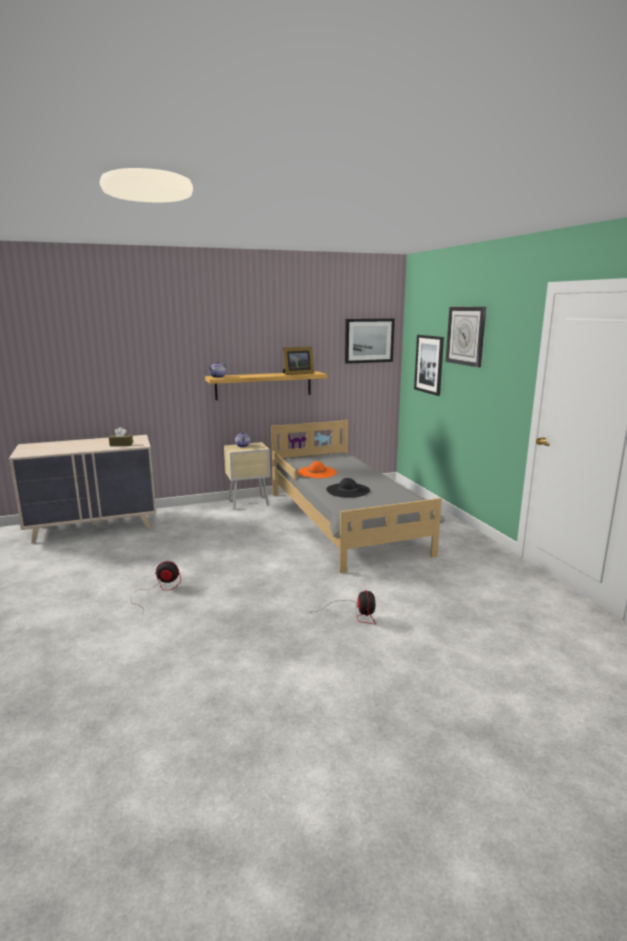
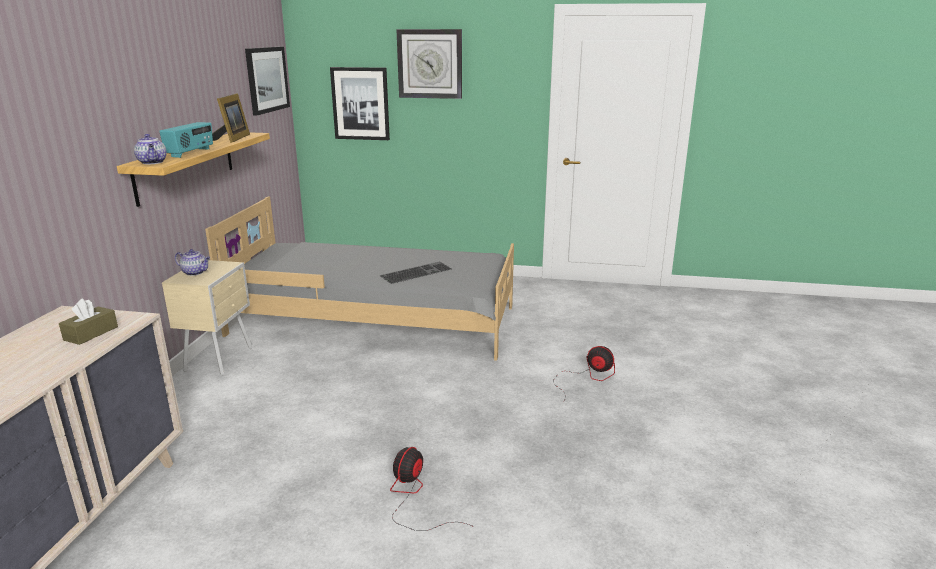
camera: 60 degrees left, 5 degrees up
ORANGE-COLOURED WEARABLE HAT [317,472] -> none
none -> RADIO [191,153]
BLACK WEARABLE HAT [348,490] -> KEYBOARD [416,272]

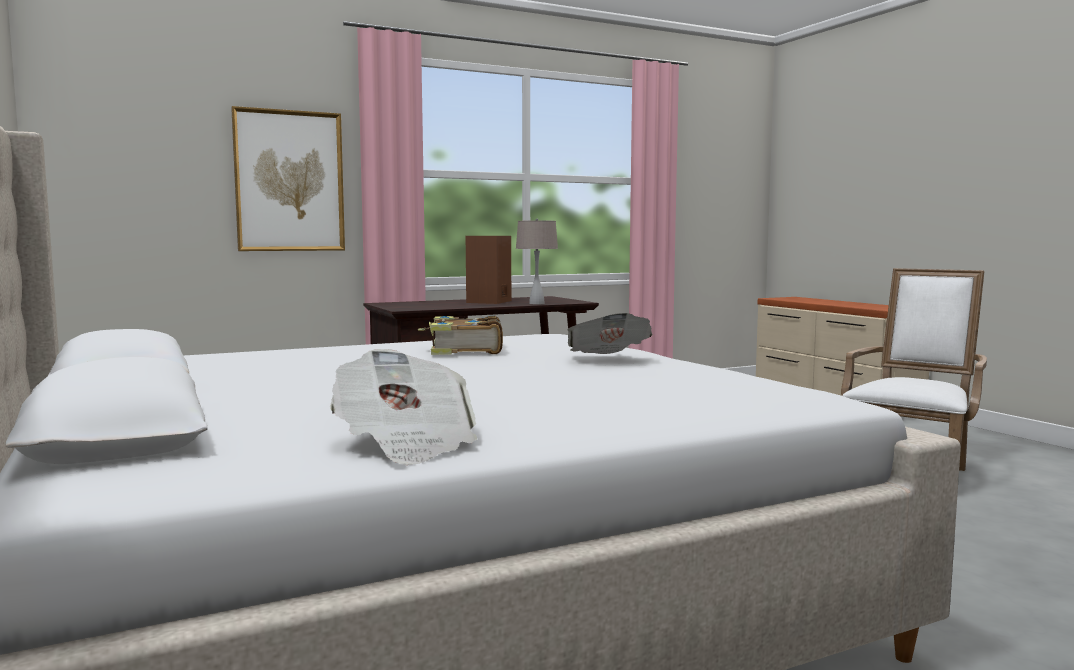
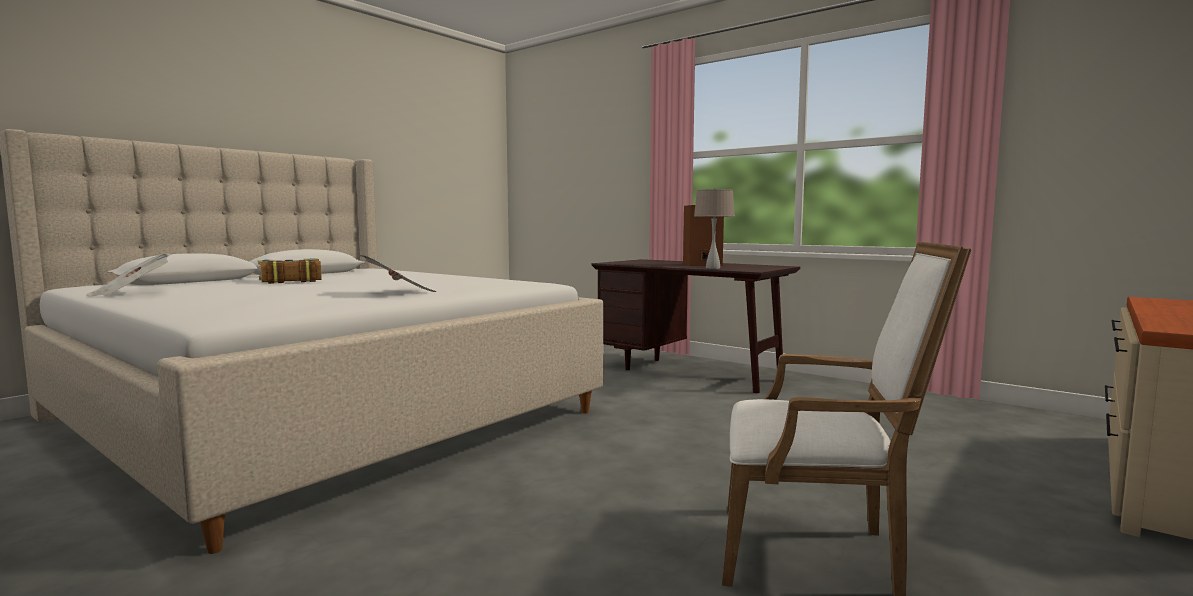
camera: 65 degrees right, 0 degrees up
WALL ART [289,181] -> none
BOOK [464,350] -> BOOK [289,280], shifted

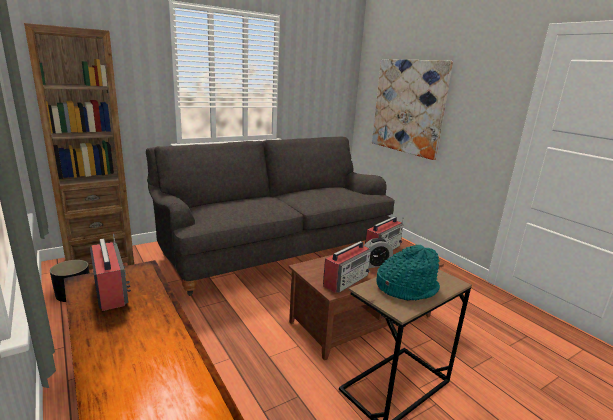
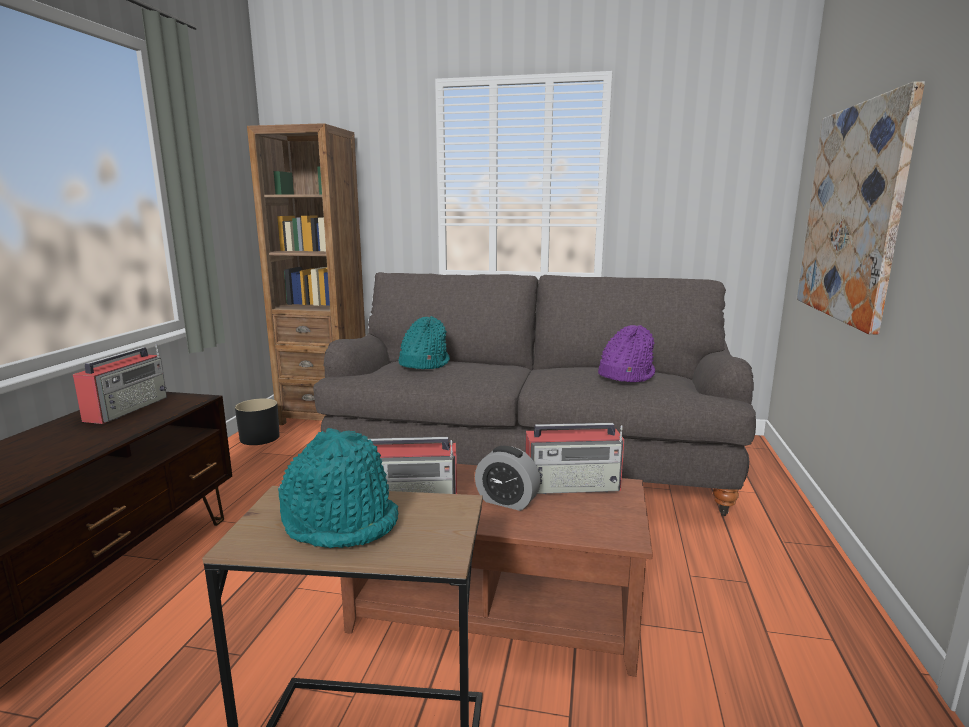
camera: 45 degrees right, 5 degrees down
none -> TURQUOISE-COLOURED WEARABLE HAT [423,363]
none -> PURPLE WEARABLE HAT [625,375]

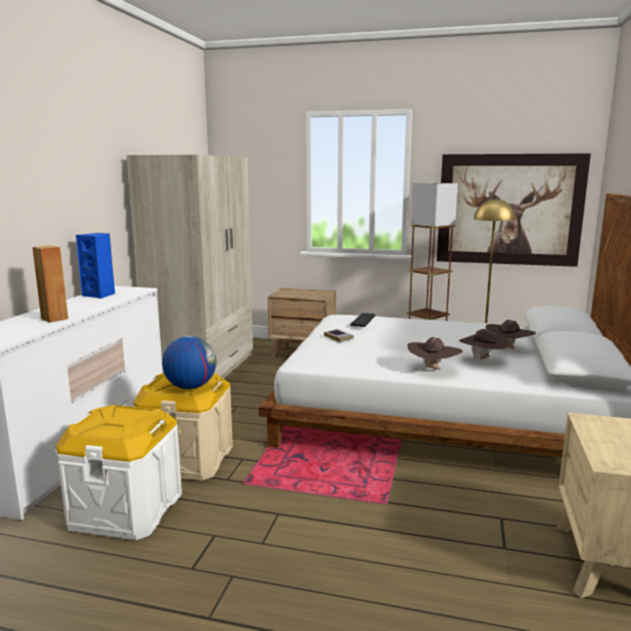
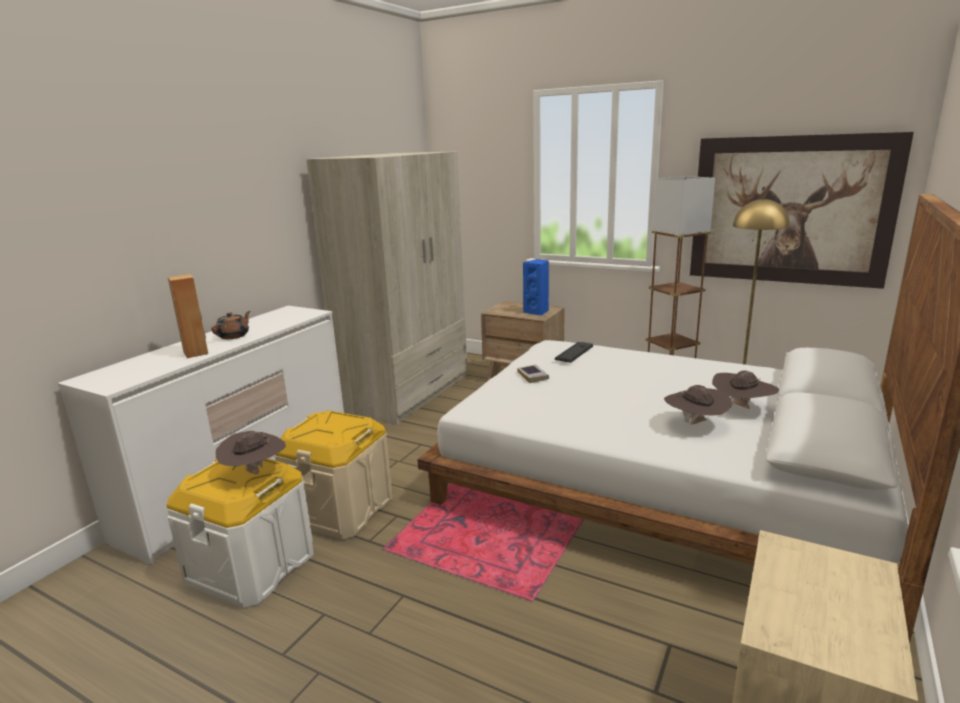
camera: 15 degrees right, 5 degrees up
WORLD GLOBE [190,387] -> none
none -> BROWNISH POT FOR TEA [234,336]
BLUISH LOUDSPEAKER [100,295] -> BLUISH LOUDSPEAKER [537,312], shifted
BROWNISH WEARABLE HAT [433,370] -> BROWNISH WEARABLE HAT [255,473], shifted

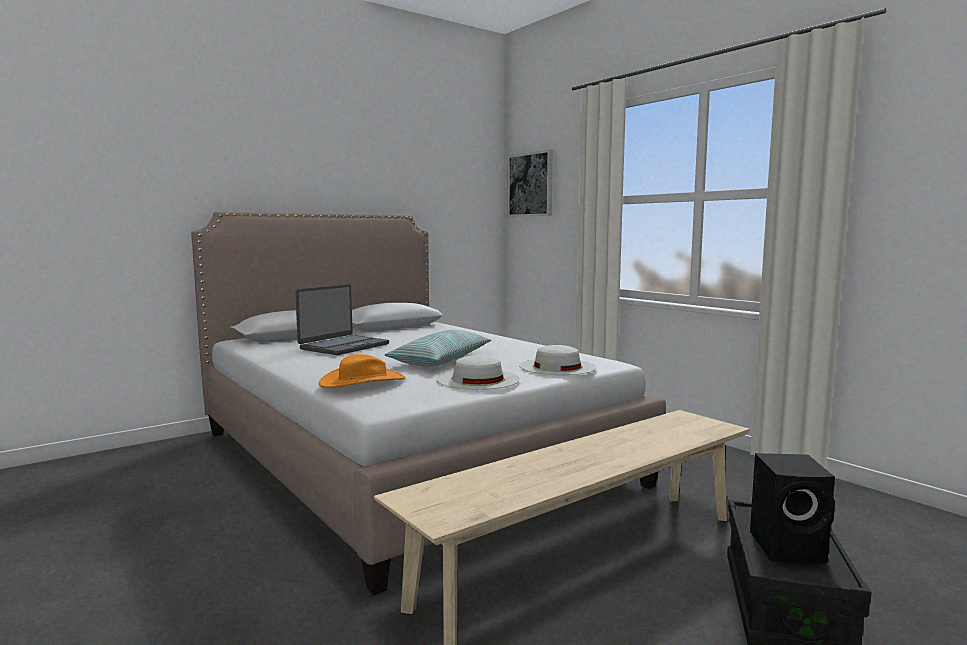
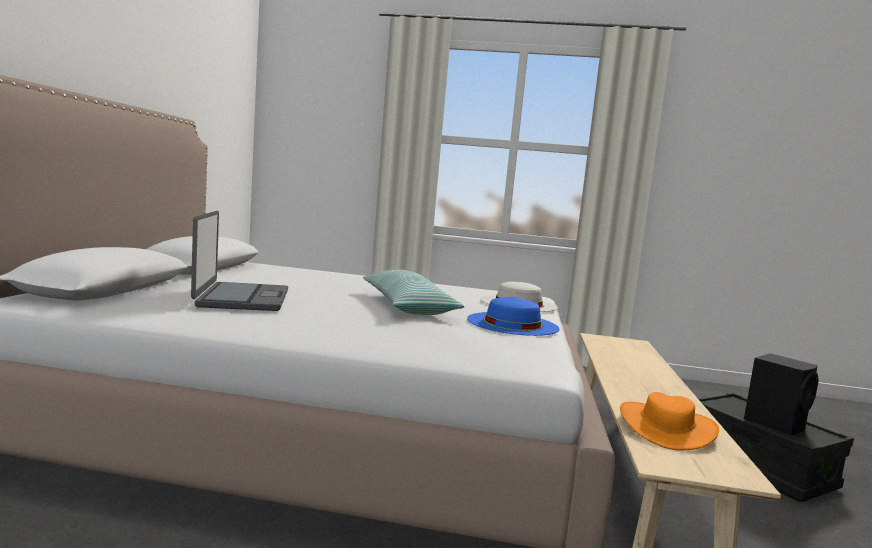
camera: 45 degrees left, 0 degrees up
WALL ART [530,184] -> none
ORANGE-COLOURED WEARABLE HAT [362,381] -> ORANGE-COLOURED WEARABLE HAT [666,427], shifted
WHITISH WEARABLE HAT [478,379] -> BLUISH WEARABLE HAT [512,323]

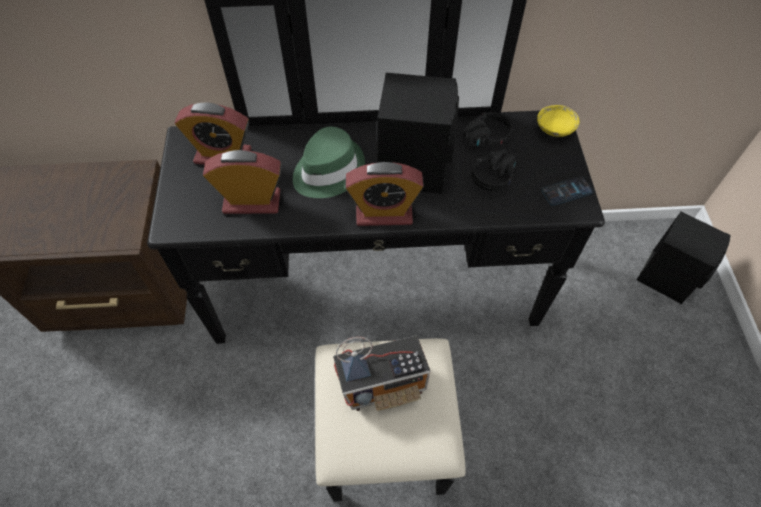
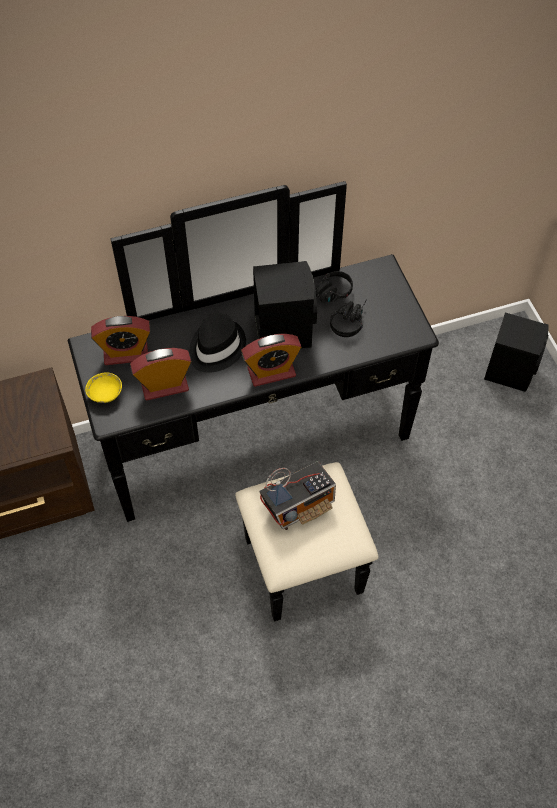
camera: 15 degrees left, 0 degrees up
HANDSET [566,191] -> none
YELLOW BOWL [554,129] -> YELLOW BOWL [105,394], shifted
GREEN-COLOURED WEARABLE HAT [327,170] -> BLACK WEARABLE HAT [216,347]

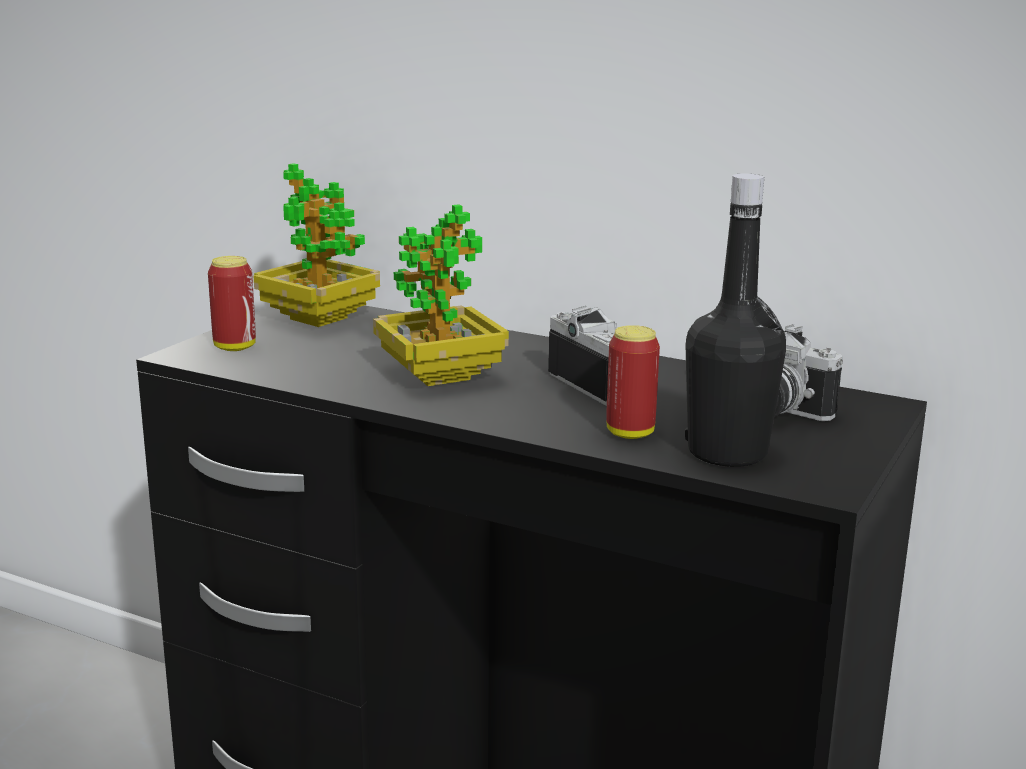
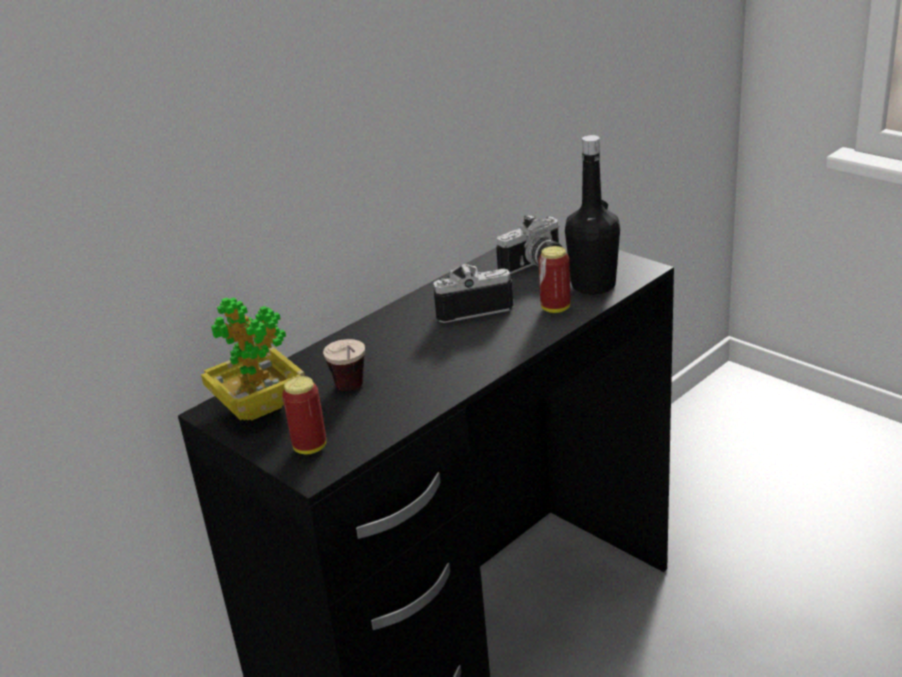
camera: 70 degrees left, 10 degrees up
HOUSEPLANT [440,376] -> none
none -> DRINKING CUP [353,393]

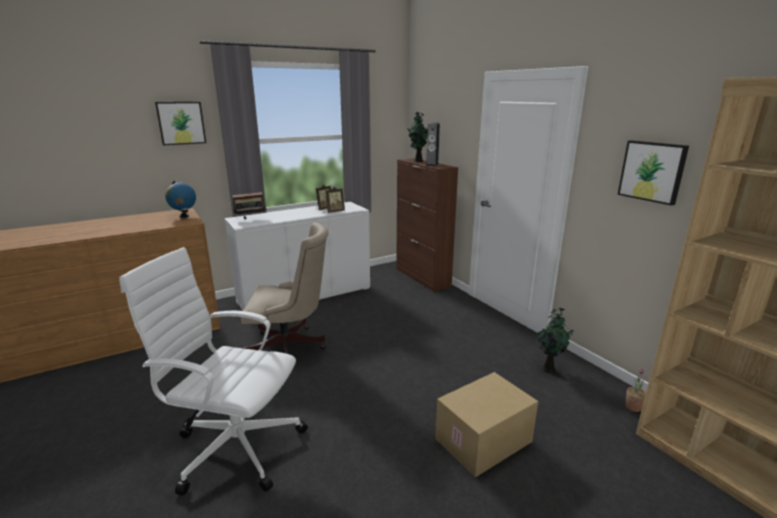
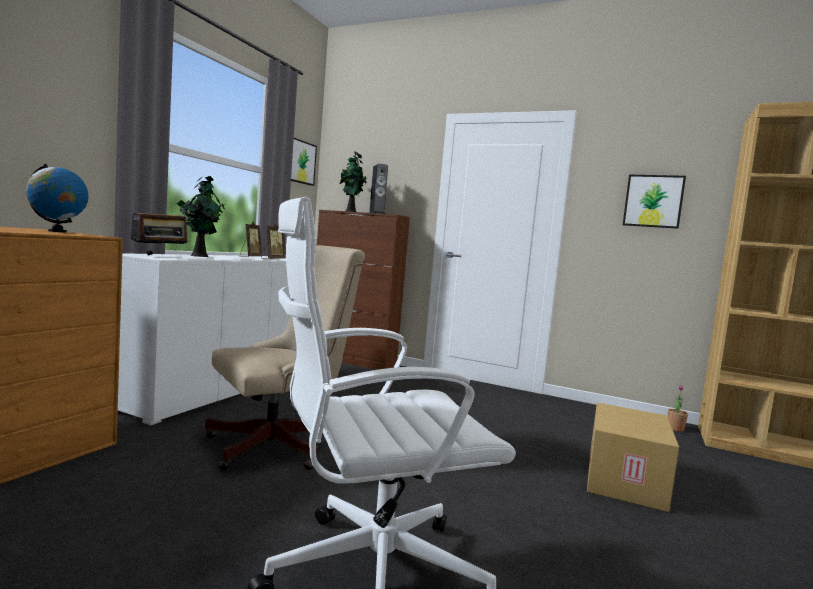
camera: 35 degrees left, 15 degrees down
WALL ART [181,123] -> WALL ART [300,162], shifted
HOUSEPLANT [548,368] -> HOUSEPLANT [199,256], shifted

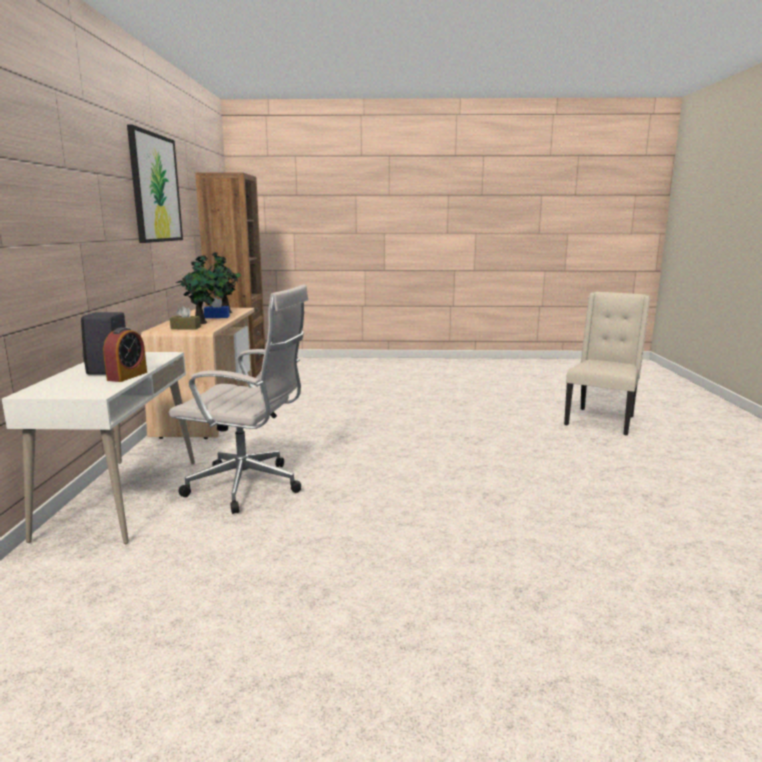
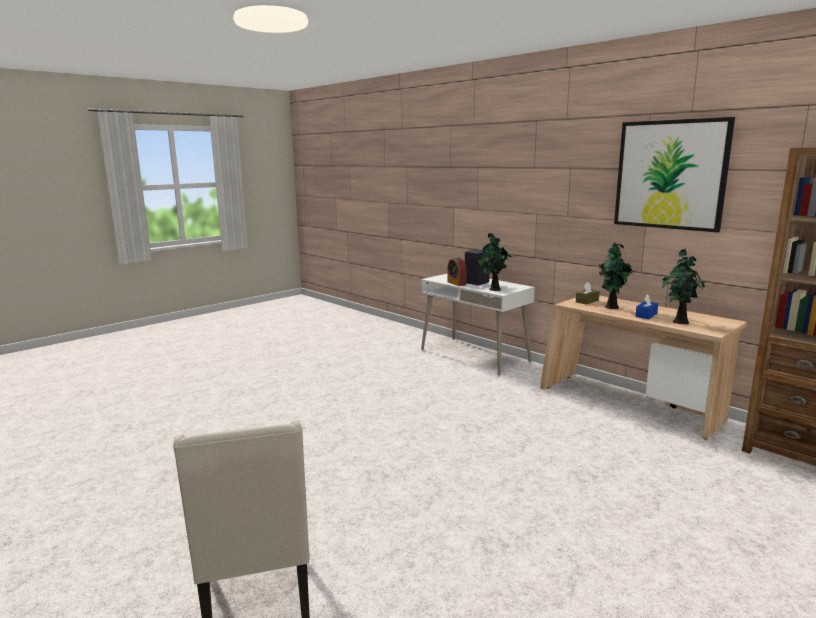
camera: 135 degrees right, 0 degrees up
WHITISH OFFICE CHAIR [249,487] -> none
none -> HOUSEPLANT [493,289]

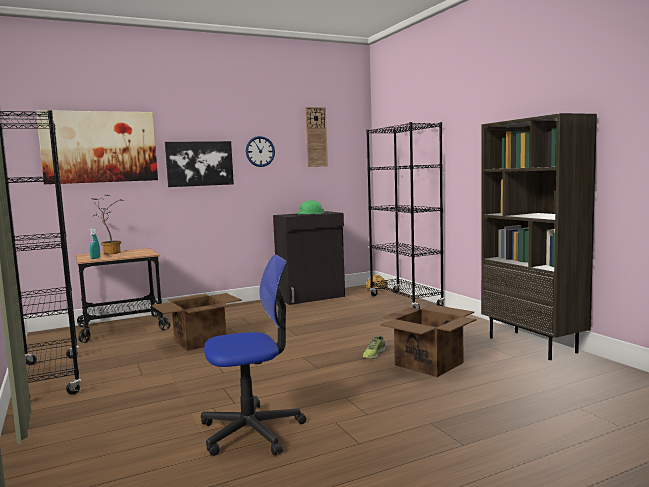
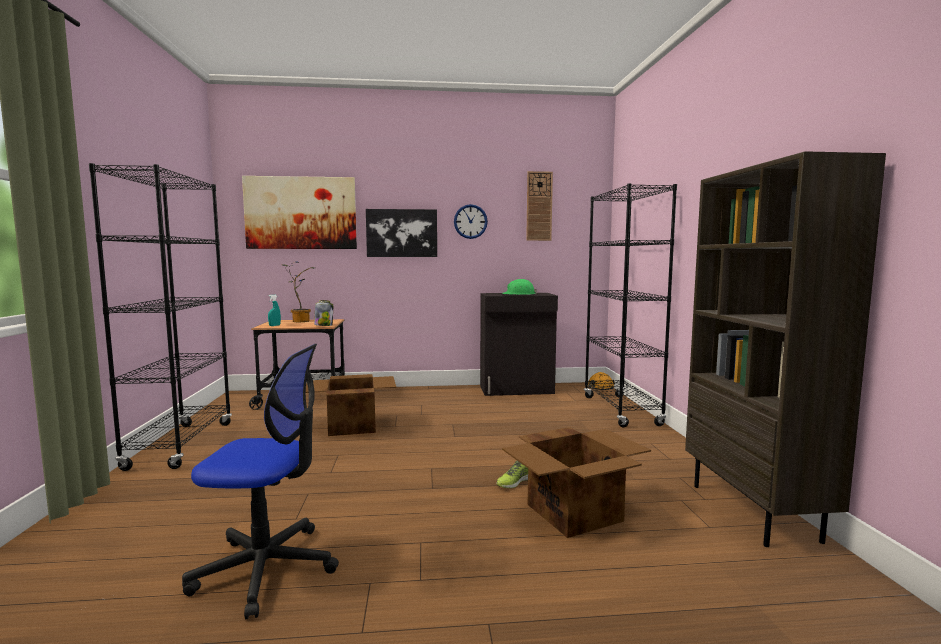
camera: 20 degrees right, 0 degrees up
none -> JAR [323,325]

